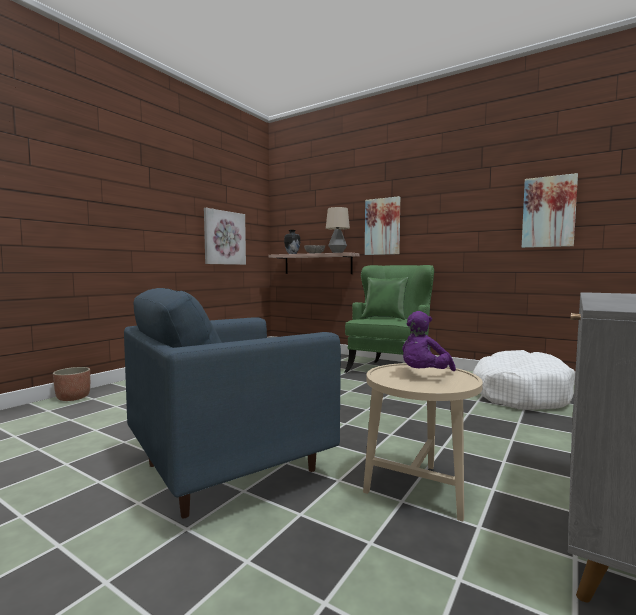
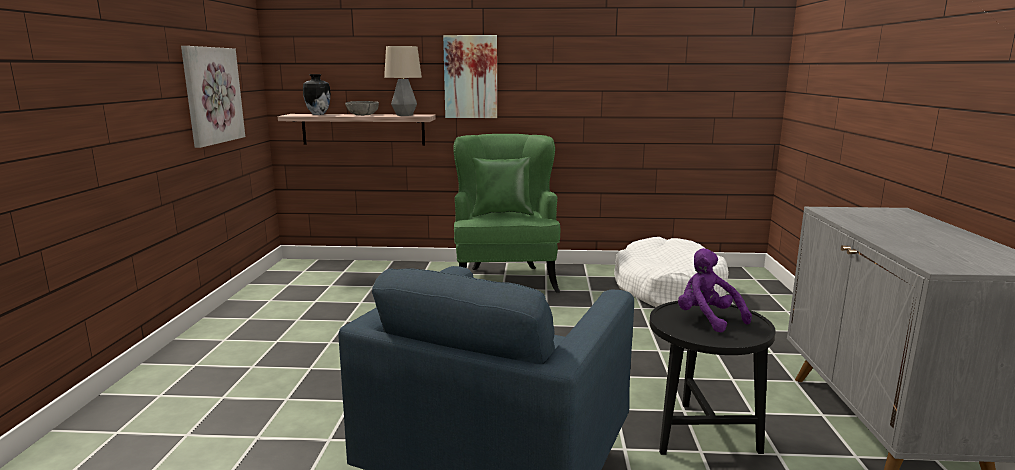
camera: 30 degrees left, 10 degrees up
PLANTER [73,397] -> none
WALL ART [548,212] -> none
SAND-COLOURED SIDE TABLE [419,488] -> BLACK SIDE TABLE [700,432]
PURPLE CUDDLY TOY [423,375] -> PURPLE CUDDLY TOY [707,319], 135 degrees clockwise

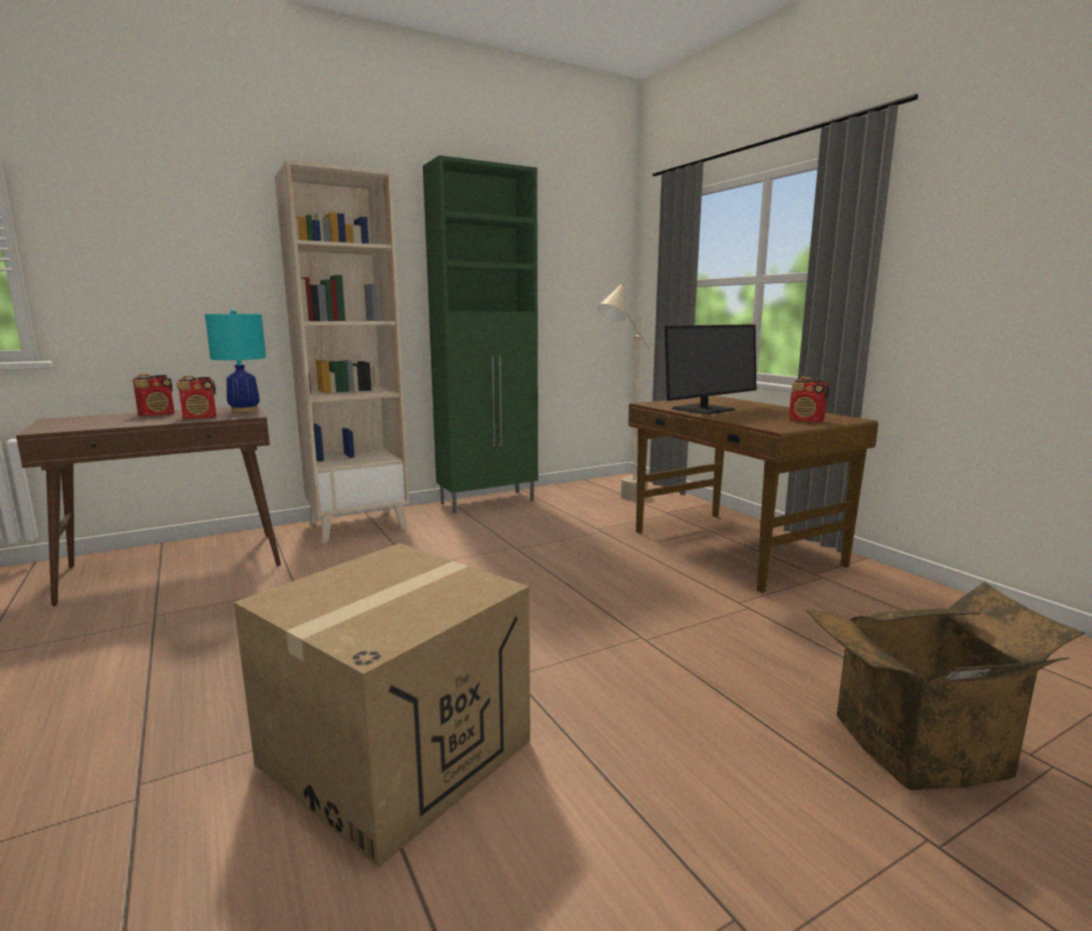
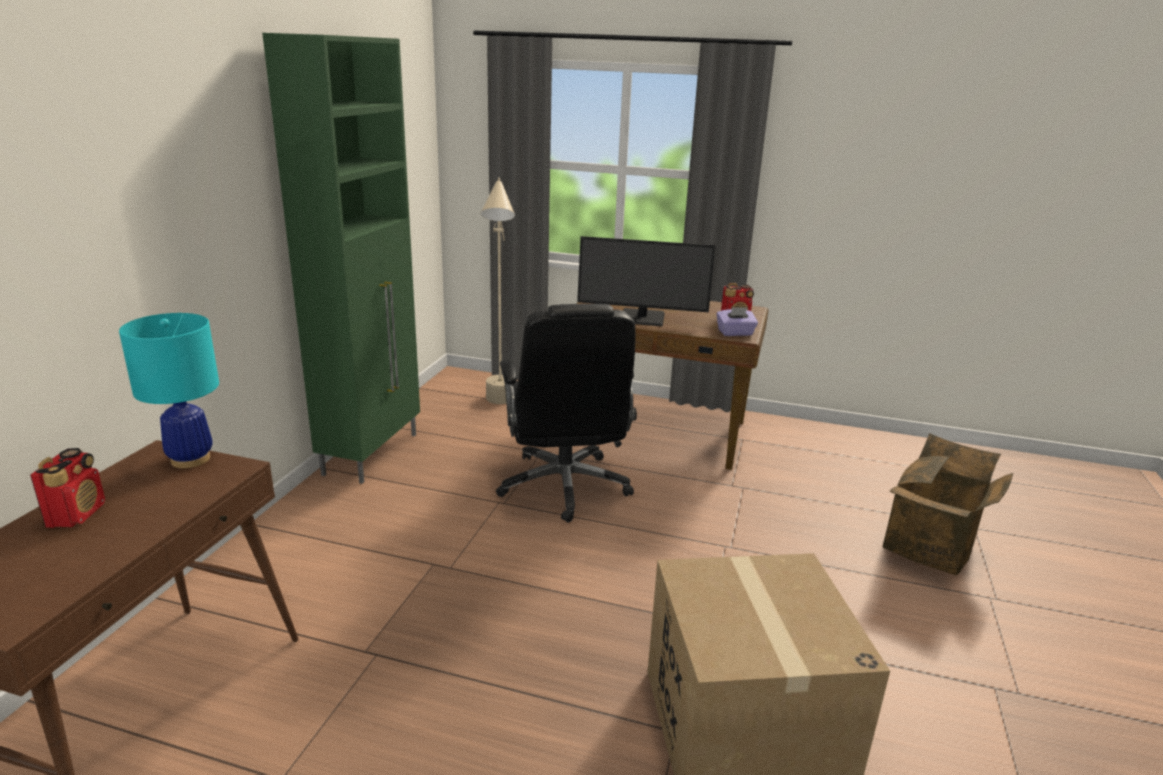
camera: 45 degrees left, 10 degrees up
RADIO [200,417] -> none
SAND-COLOURED SHELVING UNIT [358,525] -> none
none -> BLACK OFFICE CHAIR [565,487]
none -> PURPLE BOX OF TISSUES [735,333]
COMPUTER DISPLAY [704,410] -> COMPUTER DISPLAY [642,318], 90 degrees clockwise

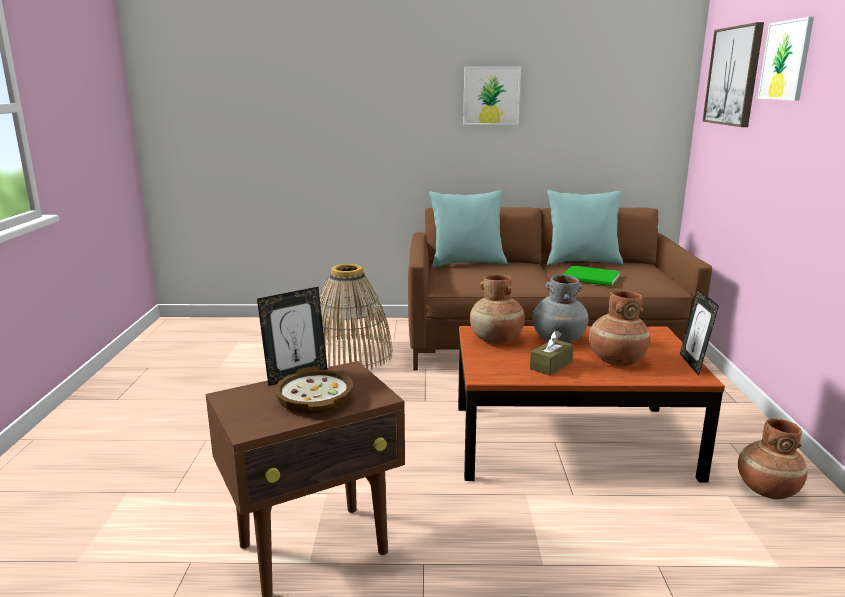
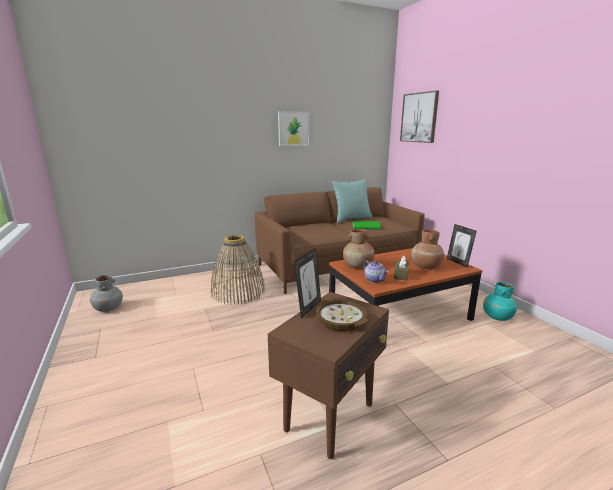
camera: 25 degrees left, 0 degrees up
TURQUOISE-COLOURED CUSHION [467,263] -> none
WALL ART [786,60] -> none
none -> POT FOR TEA [375,280]
GRAY VASE [558,339] -> GRAY VASE [108,308], shifted
BROWNISH VASE [766,490] -> TURQUOISE-COLOURED VASE [497,317]

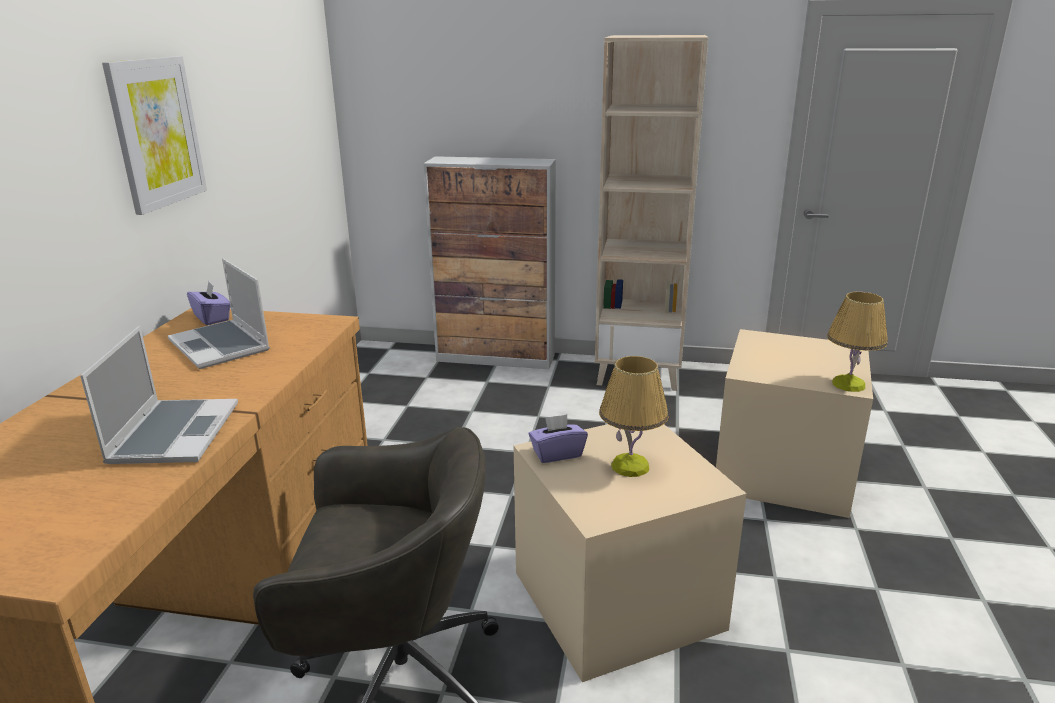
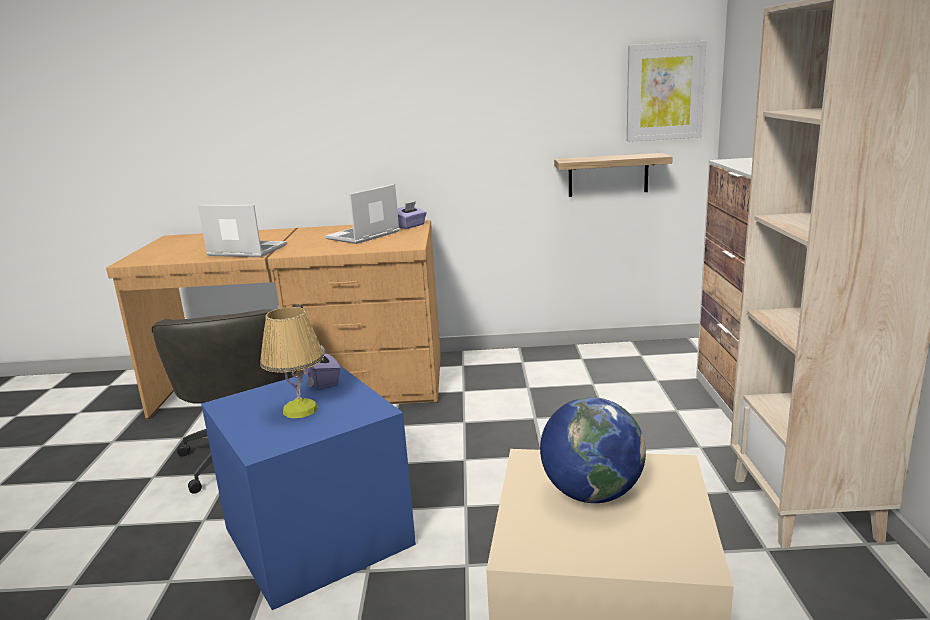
camera: 80 degrees right, 5 degrees down
TABLE LAMP [848,384] -> none
none -> WORLD GLOBE [591,493]
none -> WALL SHELF [608,175]
WALL ART [156,133] -> WALL ART [664,92], shifted
SAND-COLOURED STORAGE BIN [618,597] -> BLUISH STORAGE BIN [321,536]
NOTEBOOK COMPUTER [174,433] -> NOTEBOOK COMPUTER [246,251], 150 degrees counterclockwise

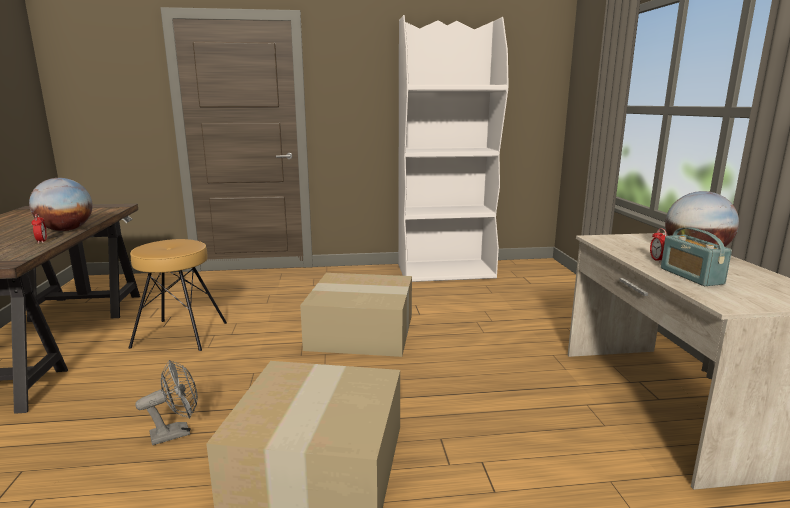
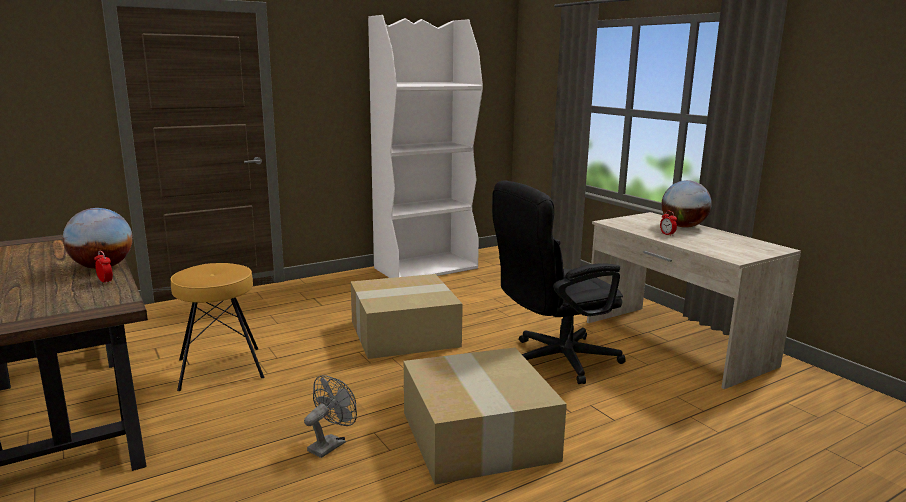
camera: 25 degrees left, 0 degrees up
RADIO [691,276] -> none
none -> BLACK OFFICE CHAIR [553,360]

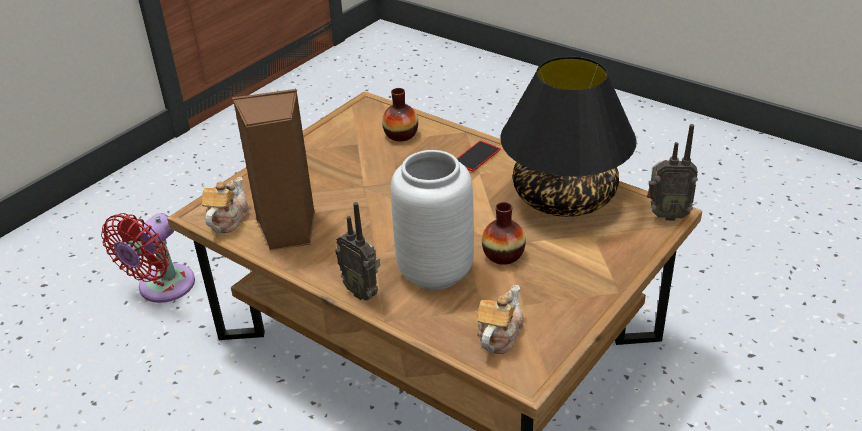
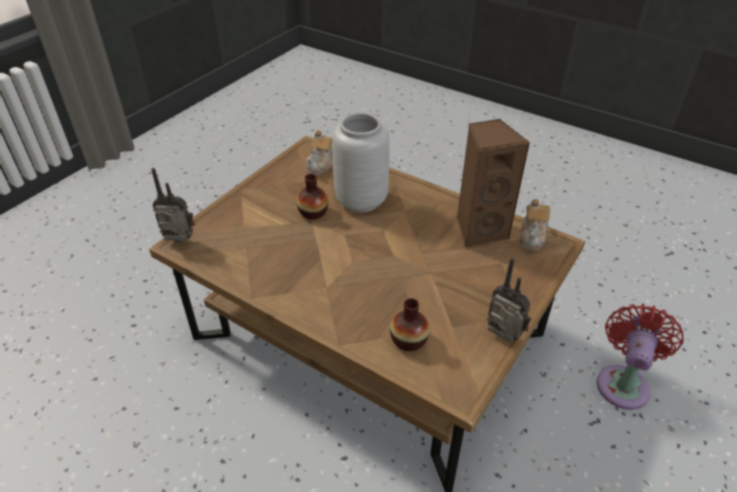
camera: 175 degrees right, 5 degrees up
HANDSET [476,156] -> none
BLACK TABLE LAMP [563,197] -> none
RADIO [362,291] -> RADIO [502,339], shifted

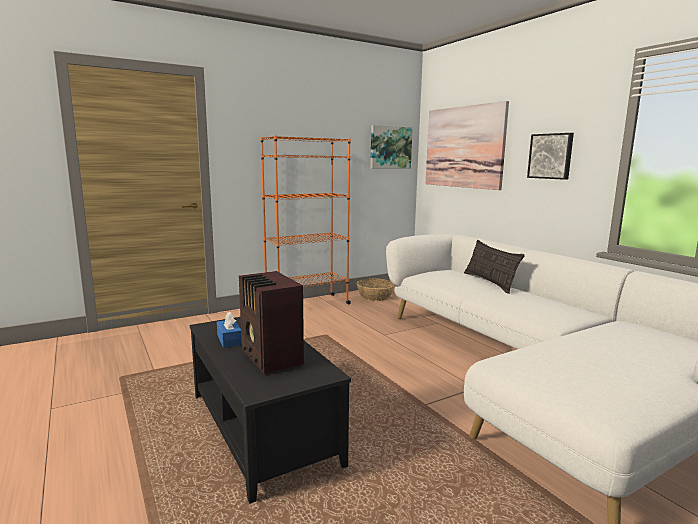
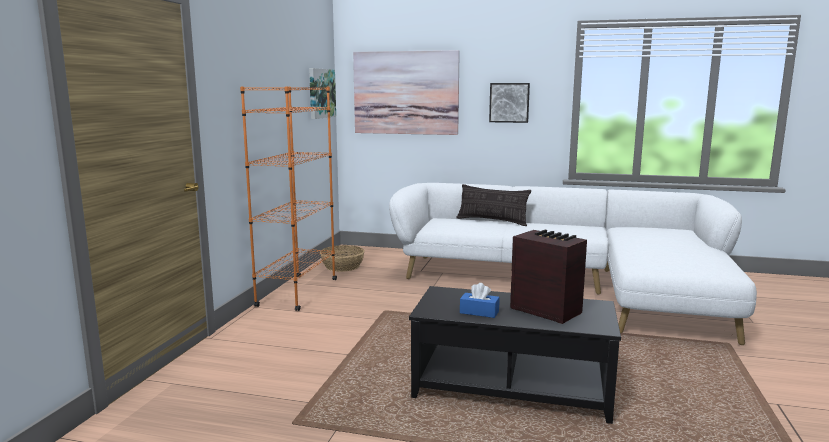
camera: 45 degrees left, 0 degrees up
RADIO [270,358] -> RADIO [545,310], 150 degrees counterclockwise

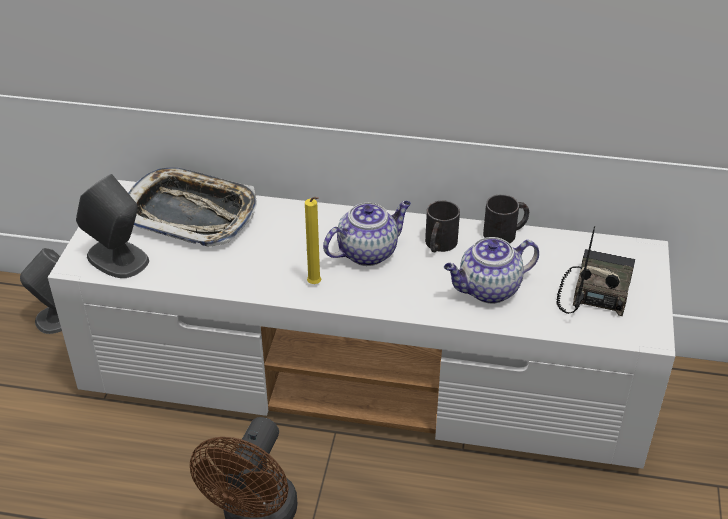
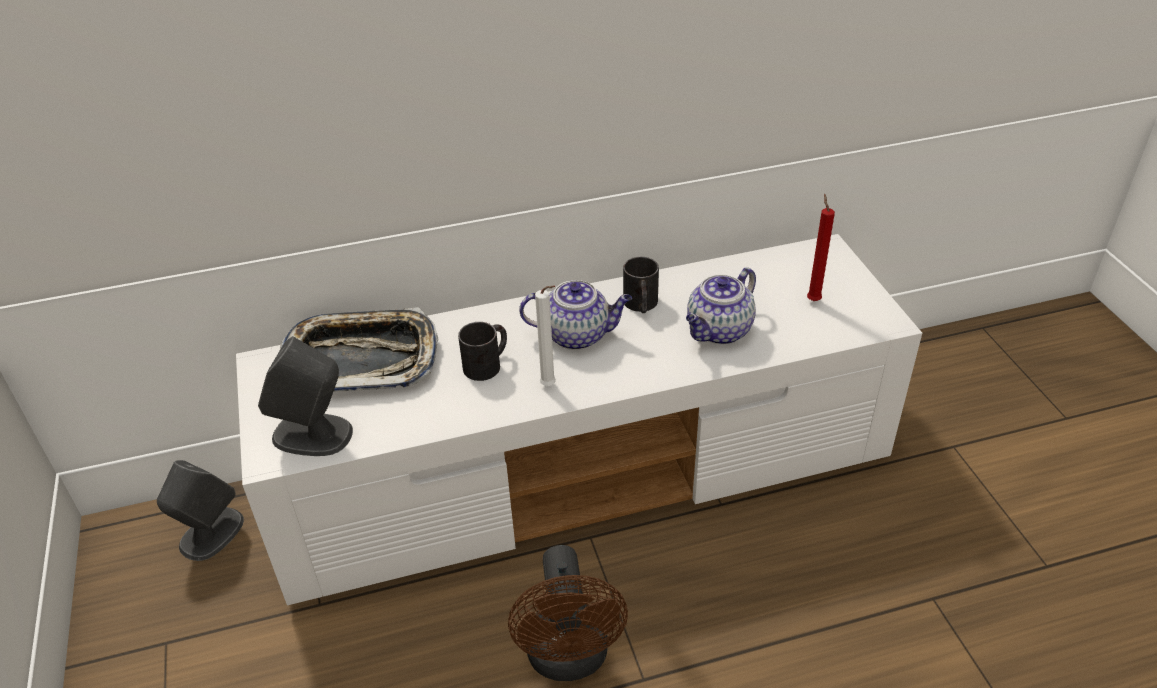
camera: 25 degrees left, 0 degrees up
BLACK TEA MUG [505,233] -> BLACK TEA MUG [487,363], shifted
RADIO [594,291] -> RED-COLOURED CANDLE [812,299]
YELLOW CANDLE [315,285] -> WHITISH CANDLE [550,386]
POT FOR TEA [368,252] -> POT FOR TEA [578,335], 60 degrees clockwise

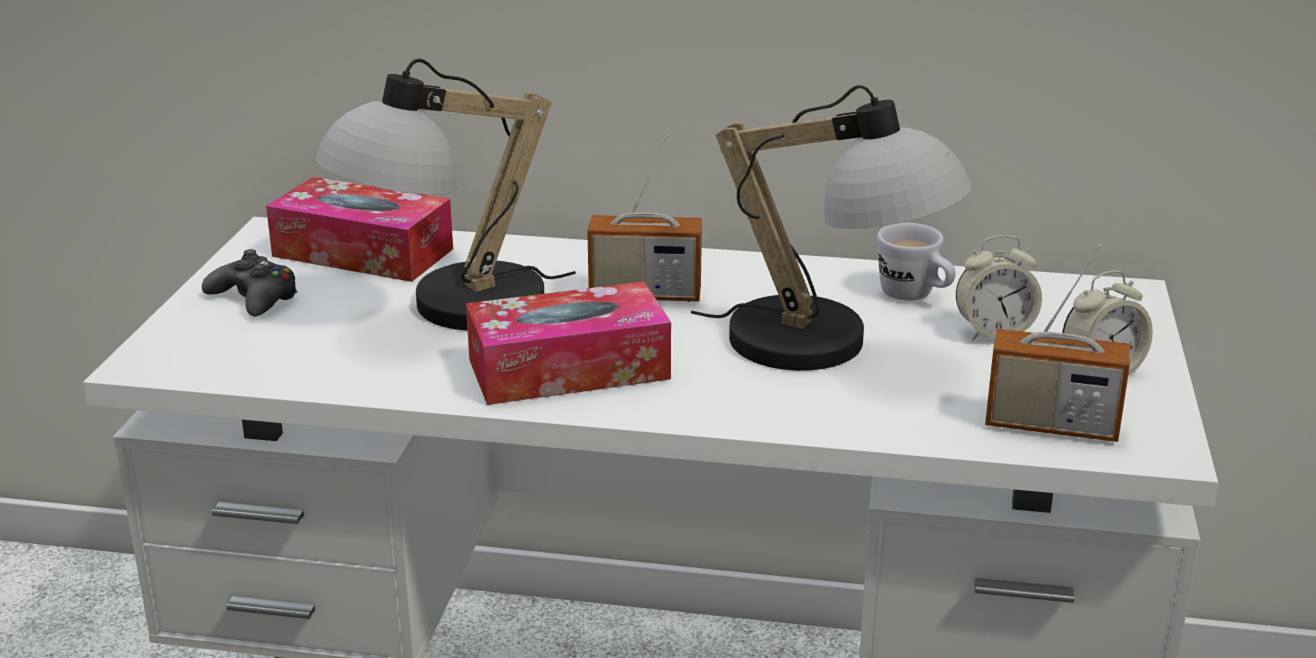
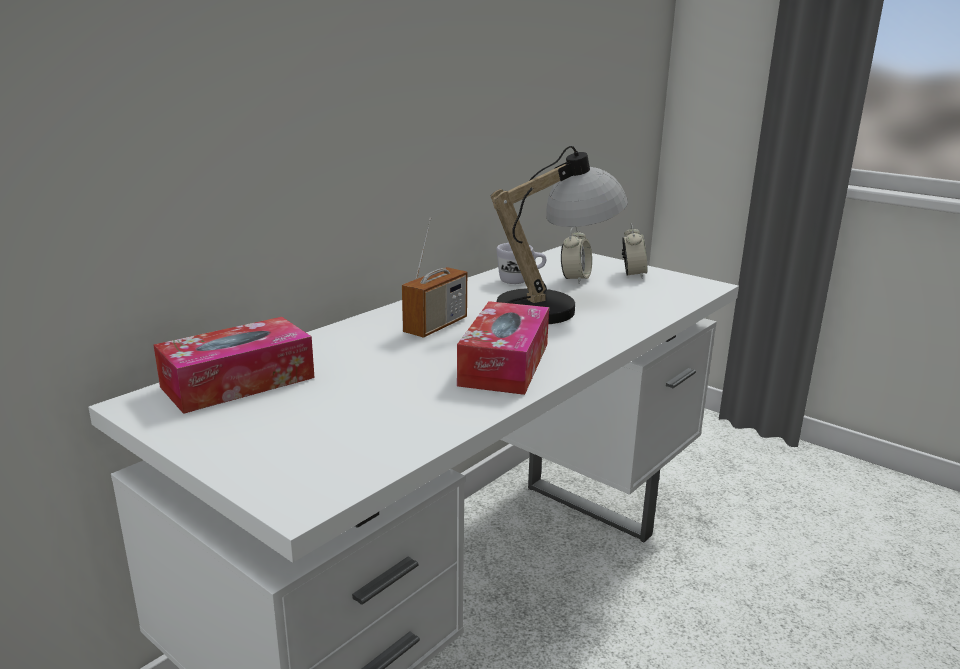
camera: 60 degrees left, 5 degrees down
BLACK GAMEPAD [254,298] -> none
TABLE LAMP [448,312] -> none
RADIO [1051,426] -> none

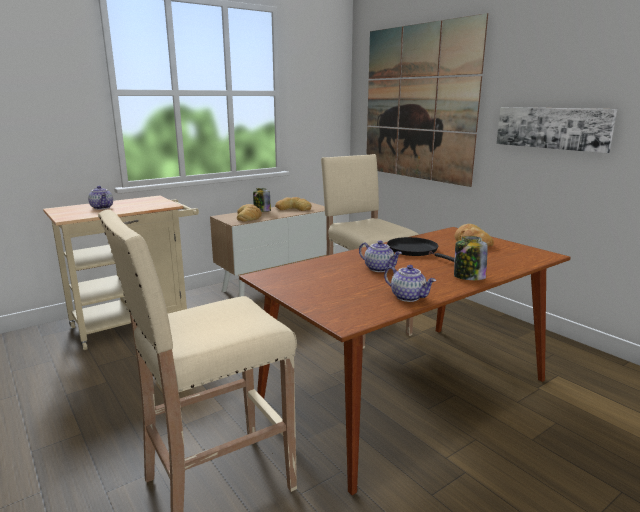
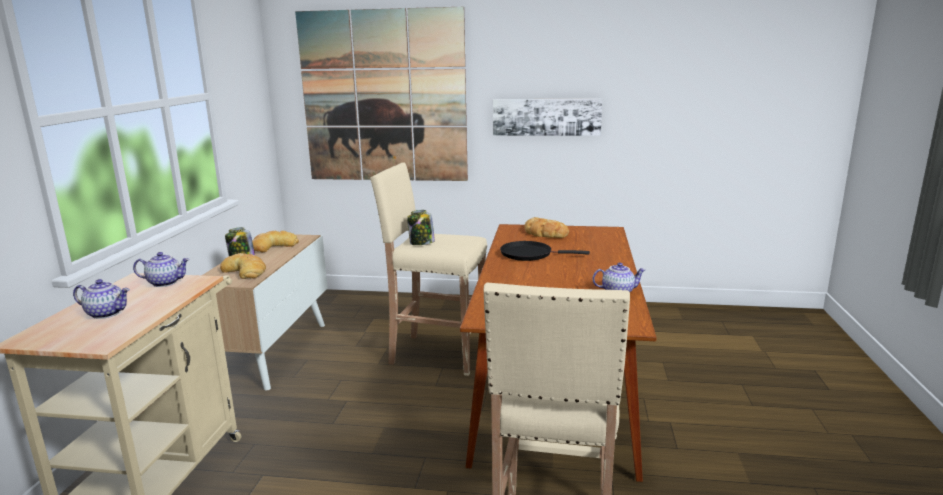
camera: 45 degrees left, 0 degrees up
POT FOR TEA [379,268] -> POT FOR TEA [165,282], shifted
JAR [468,277] -> JAR [421,243], shifted

